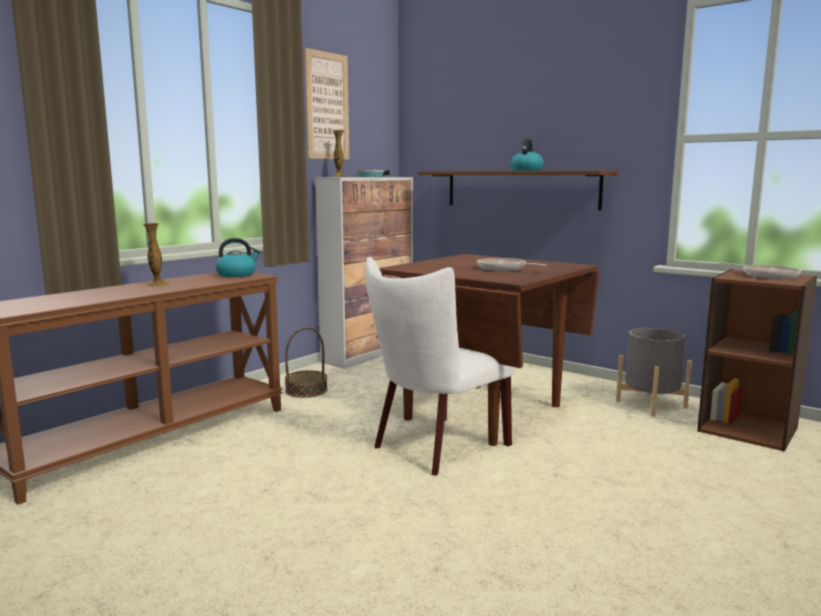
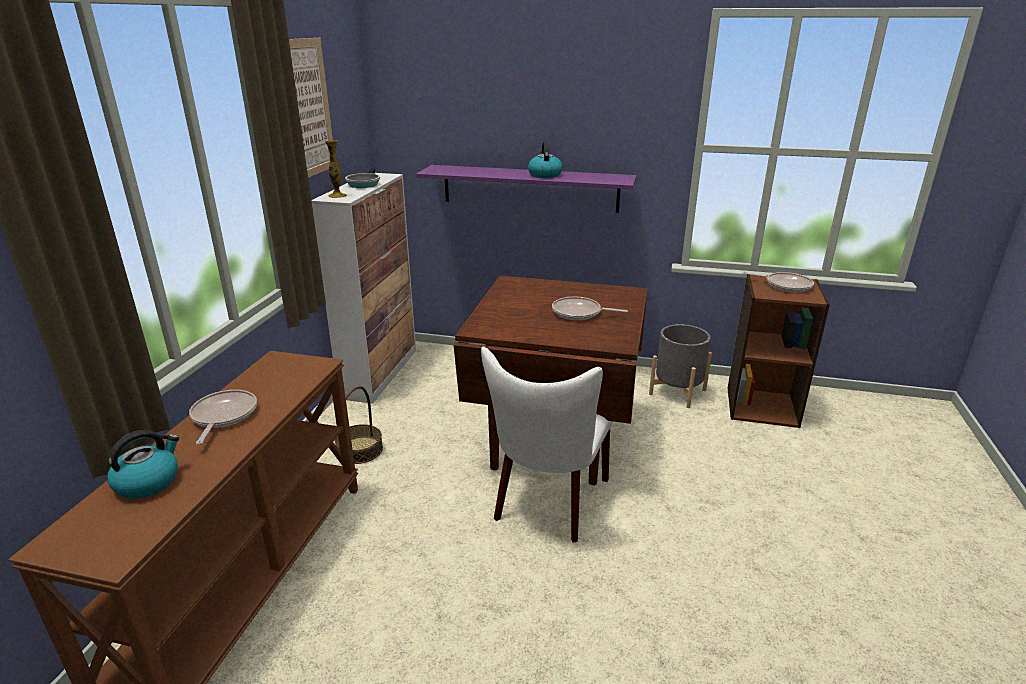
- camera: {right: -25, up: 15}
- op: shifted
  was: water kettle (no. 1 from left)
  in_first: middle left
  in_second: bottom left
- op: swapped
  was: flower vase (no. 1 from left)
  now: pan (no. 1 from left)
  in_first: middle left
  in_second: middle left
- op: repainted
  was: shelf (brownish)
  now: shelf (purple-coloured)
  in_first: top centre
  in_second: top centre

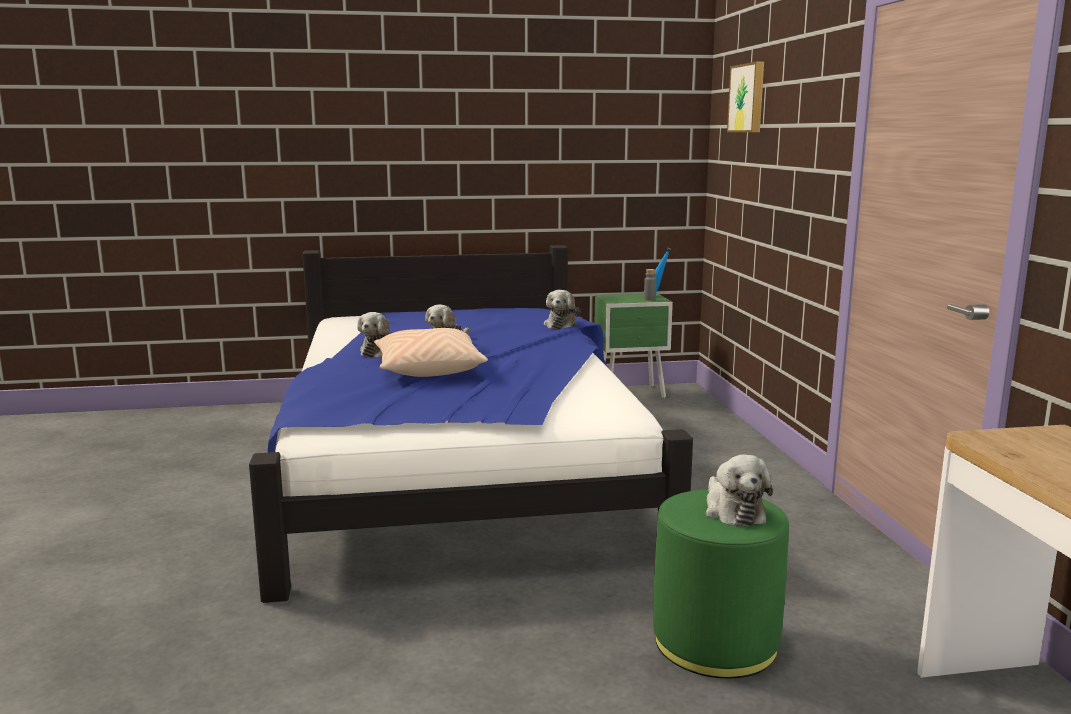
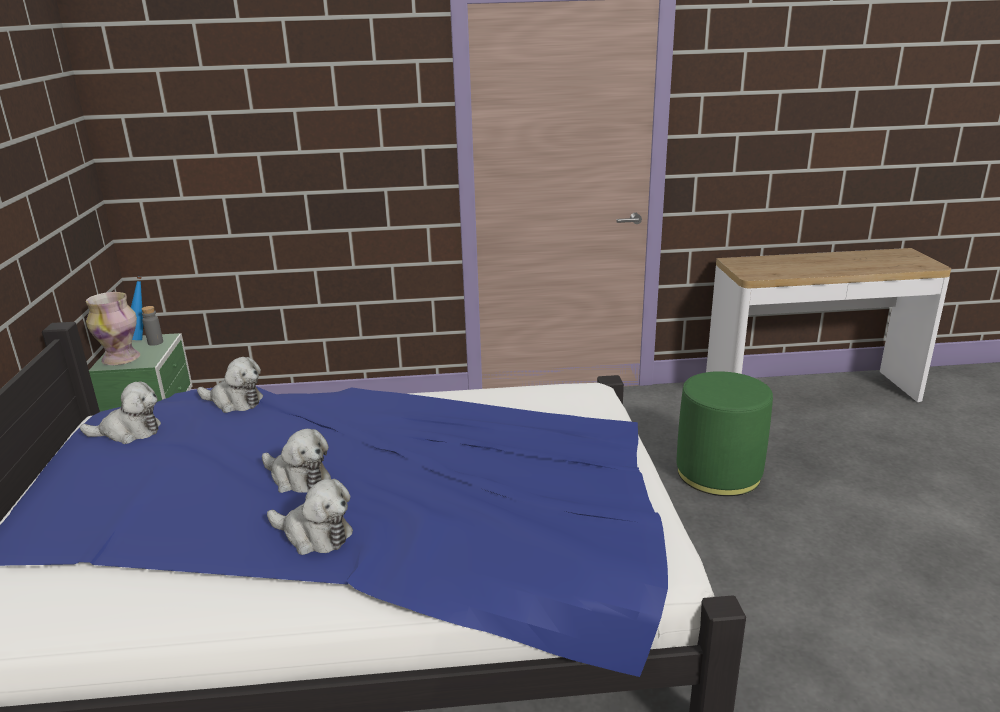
- camera: {right: -85, up: 10}
- op: gone
  was: cushion (sand-coloured)
  in_first: centre
- op: gone
  was: wall art
  in_first: top right
- op: new
  now: flower vase
  in_second: middle left
- op: shifted
  was: cuddly toy (no. 4 from left in the first image)
  now: cuddly toy (no. 1 from left)
  in_first: bottom right
  in_second: middle left

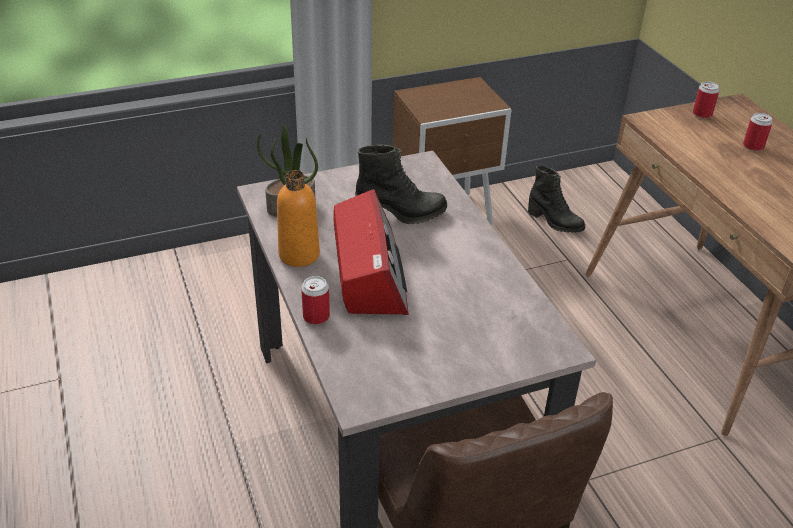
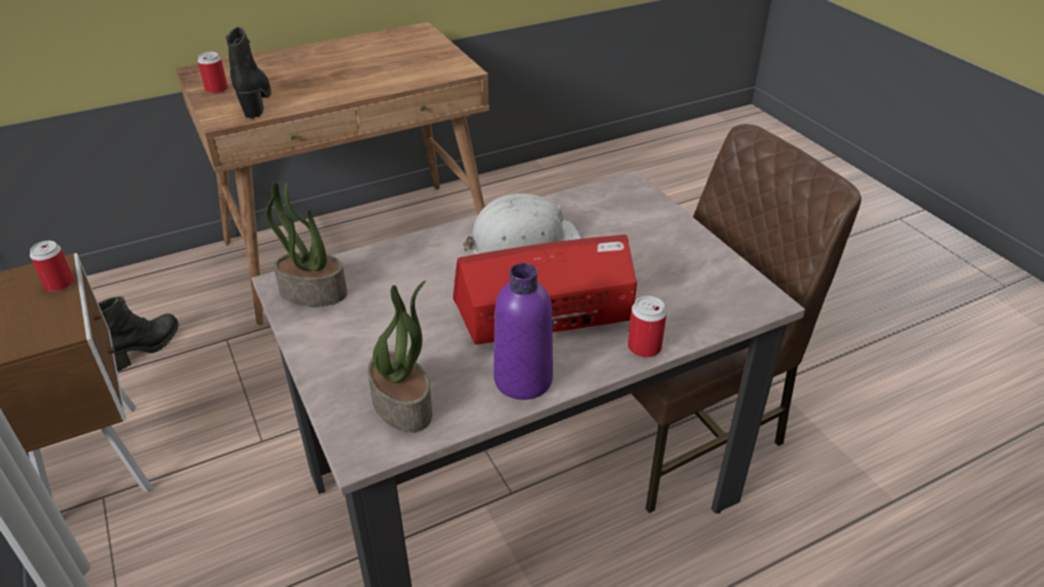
- camera: {right: -95, up: 0}
- op: new
  now: potted plant (no. 1 from left)
  in_second: middle left
- op: new
  now: hard hat (white)
  in_second: centre
- op: shifted
  was: boot (blackish) (no. 1 from left in the first image)
  now: boot (blackish) (no. 2 from left)
  in_first: centre
  in_second: top left
- op: shifted
  was: sealed can (no. 3 from left in the first image)
  now: sealed can (no. 1 from left)
  in_first: top right
  in_second: middle left
- op: repainted
  was: bottle (orangey)
  now: bottle (purple-coloured)
  in_first: centre
  in_second: centre

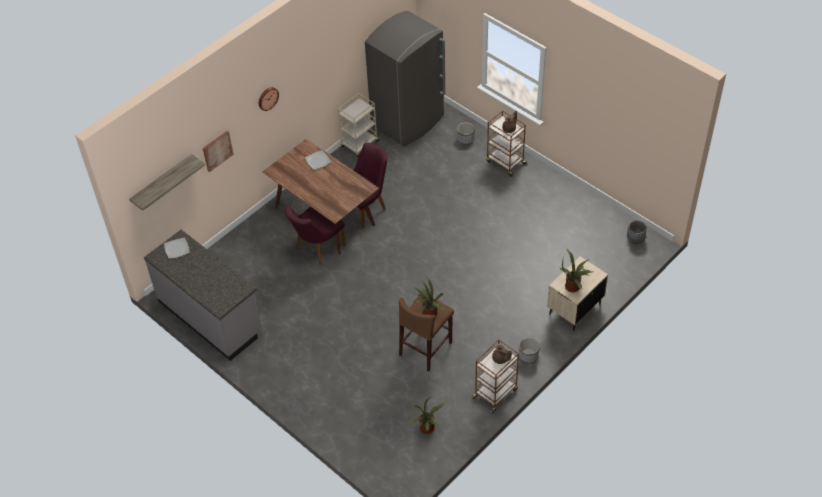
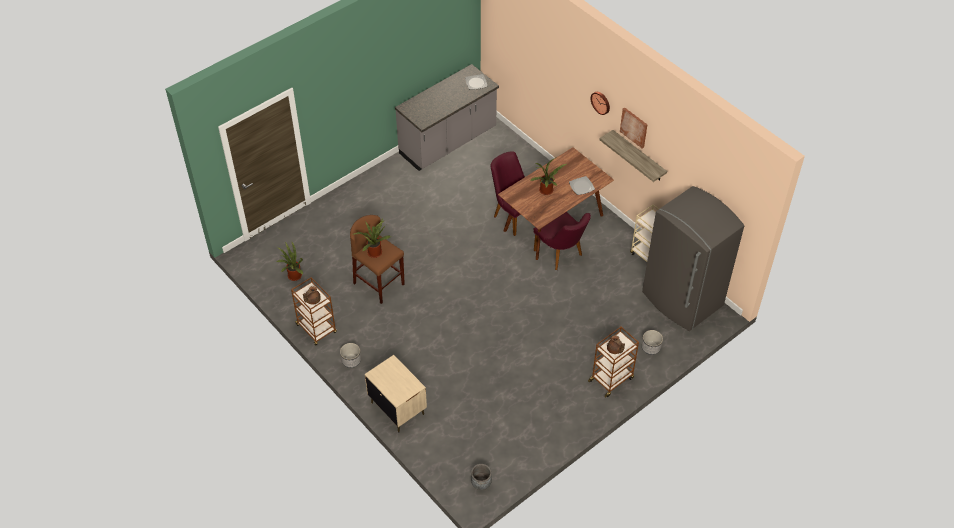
- camera: {right: 95, up: 0}
- op: shifted
  was: shelf
  in_first: middle left
  in_second: top centre
- op: shifted
  was: wall art
  in_first: top left
  in_second: top centre
- op: shifted
  was: potted plant (no. 3 from left)
  in_first: middle right
  in_second: centre

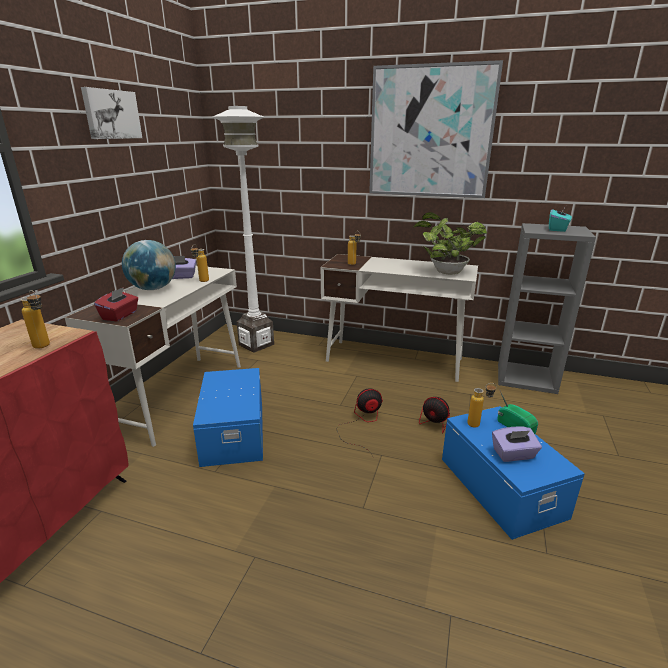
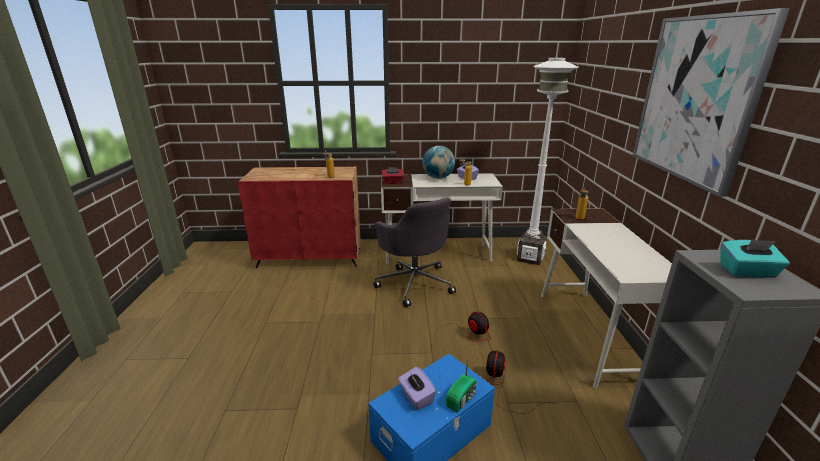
- camera: {right: 70, up: 0}
- op: gone
  was: wall art (no. 1 from left)
  in_first: top left
- op: gone
  was: potted plant
  in_first: middle right
- op: gone
  was: bottle (no. 4 from left)
  in_first: middle right
- op: swapped
  was: storage bin (blue) (no. 1 from left)
  now: computer chair (grey)
  in_first: centre
  in_second: centre

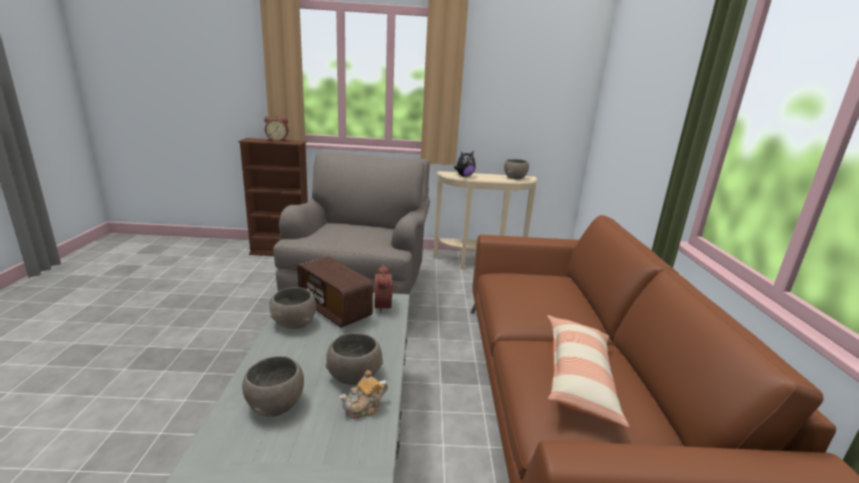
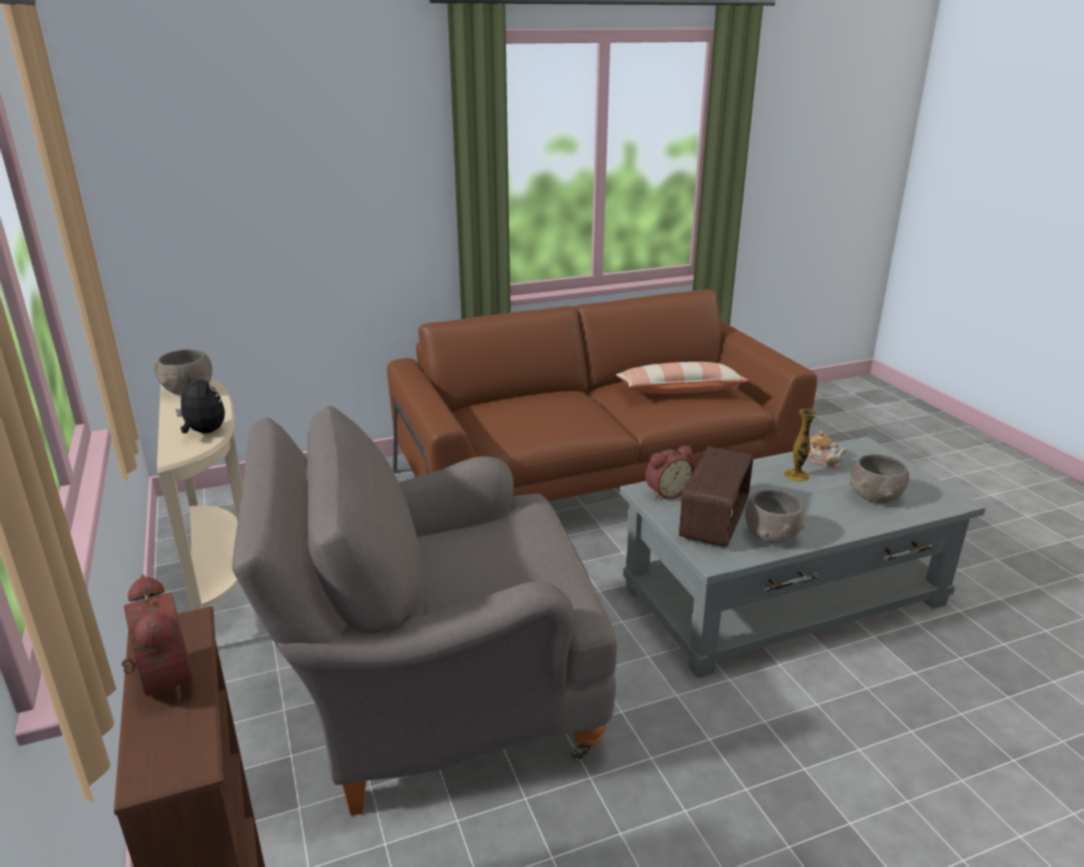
- camera: {right: -110, up: 5}
- op: swapped
  was: bowl (grey) (no. 3 from left)
  now: flower vase
  in_first: bottom centre
  in_second: middle right

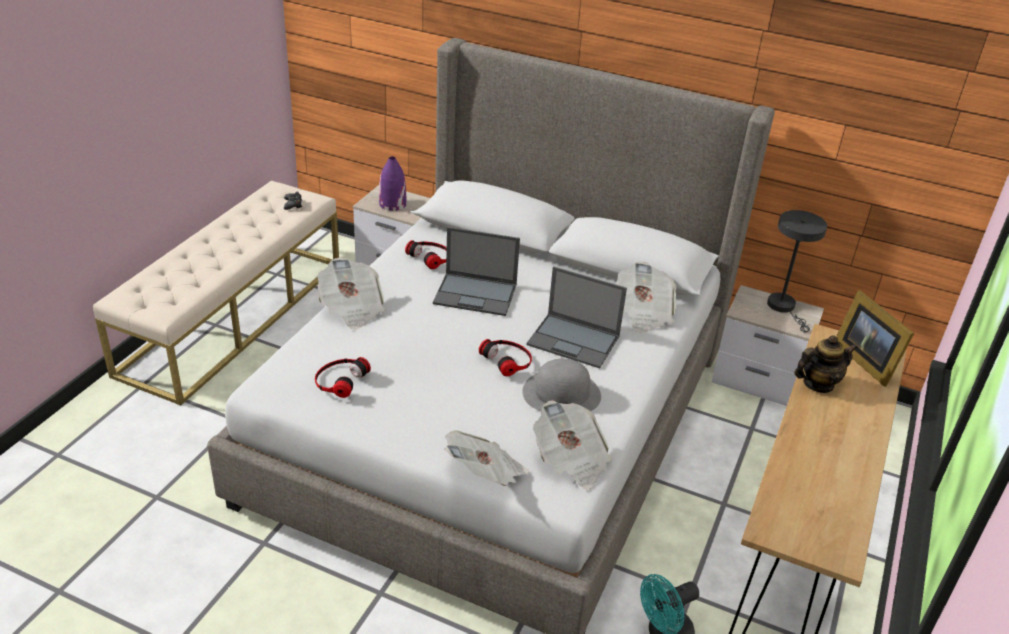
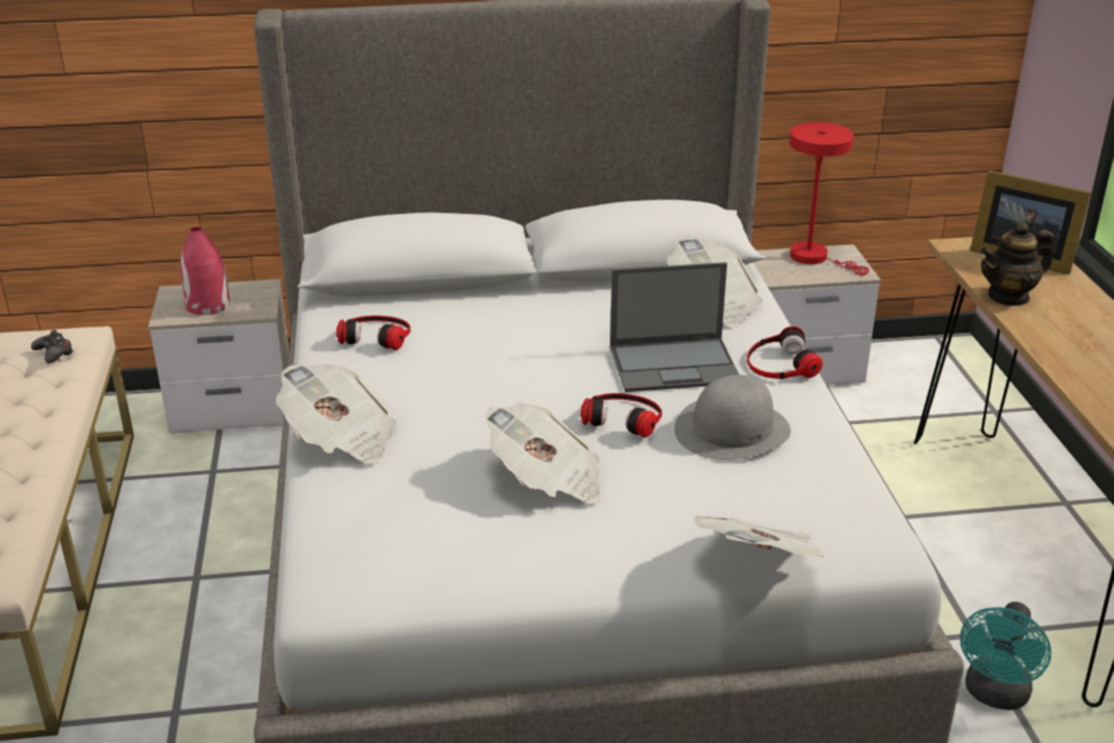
- camera: {right: -30, up: -5}
- op: gone
  was: notebook computer (no. 1 from left)
  in_first: centre
- op: shifted
  was: headphones (no. 1 from left in the first image)
  now: headphones (no. 3 from left)
  in_first: centre
  in_second: middle right
- op: shifted
  was: newspaper (no. 3 from left in the first image)
  now: newspaper (no. 2 from left)
  in_first: bottom centre
  in_second: centre
- op: repainted
  was: flower vase (purple-coloured)
  now: flower vase (red)
  in_first: top centre
  in_second: middle left
- op: repainted
  was: tabletop lamp (grey)
  now: tabletop lamp (red)
  in_first: middle right
  in_second: top right
- op: rotated
  was: pot for tea
  in_first: middle right
  in_second: middle right
  clockwise: -150

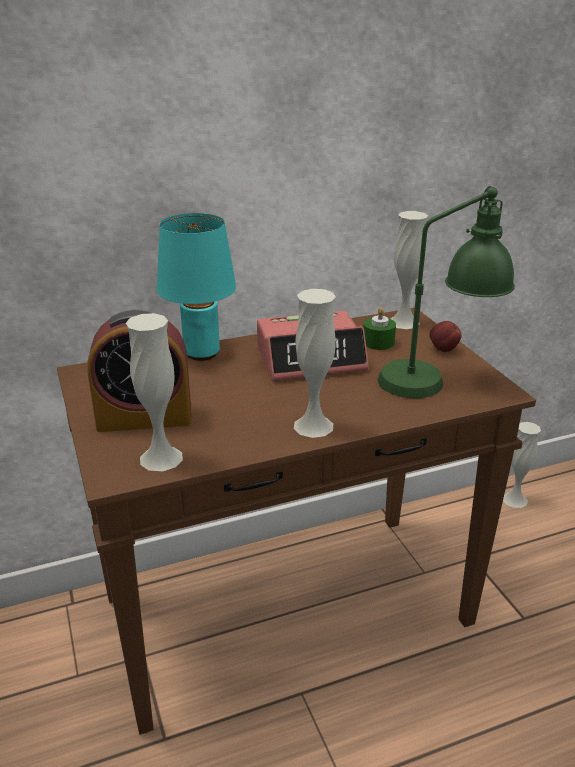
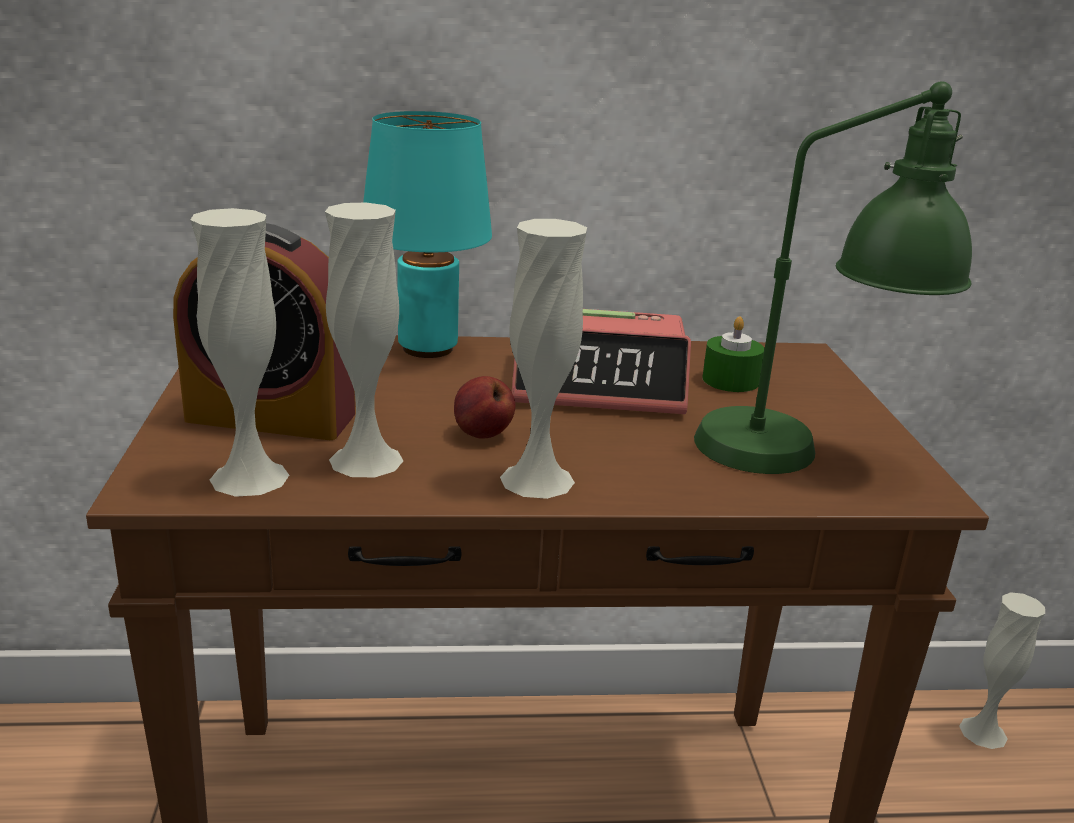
- camera: {right: 15, up: -5}
- op: shifted
  was: flower vase (white) (no. 3 from left in the first image)
  now: flower vase (white) (no. 2 from left)
  in_first: middle right
  in_second: centre
- op: shifted
  was: apple
  in_first: middle right
  in_second: centre

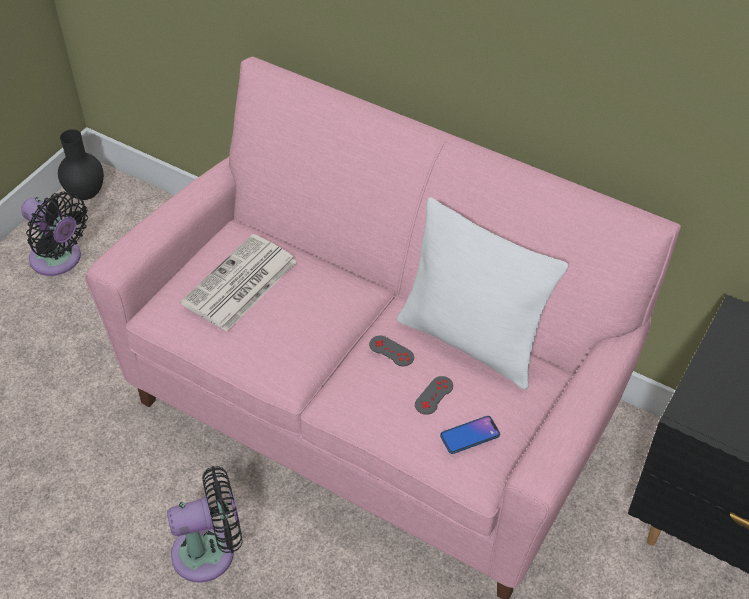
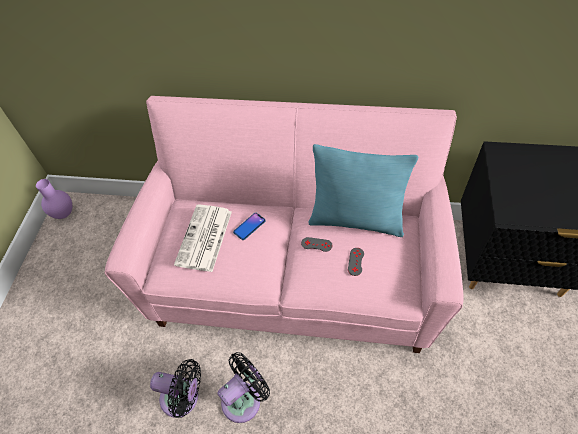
- camera: {right: -20, up: 5}
- op: shifted
  was: cooling fan (blackish) (no. 1 from left)
  in_first: middle left
  in_second: bottom left
- op: shifted
  was: telephone
  in_first: bottom centre
  in_second: centre
- op: repainted
  was: flower vase (blackish)
  now: flower vase (purple-coloured)
  in_first: top left
  in_second: middle left
- op: repainted
  was: cushion (white)
  now: cushion (turquoise)
  in_first: centre
  in_second: centre

